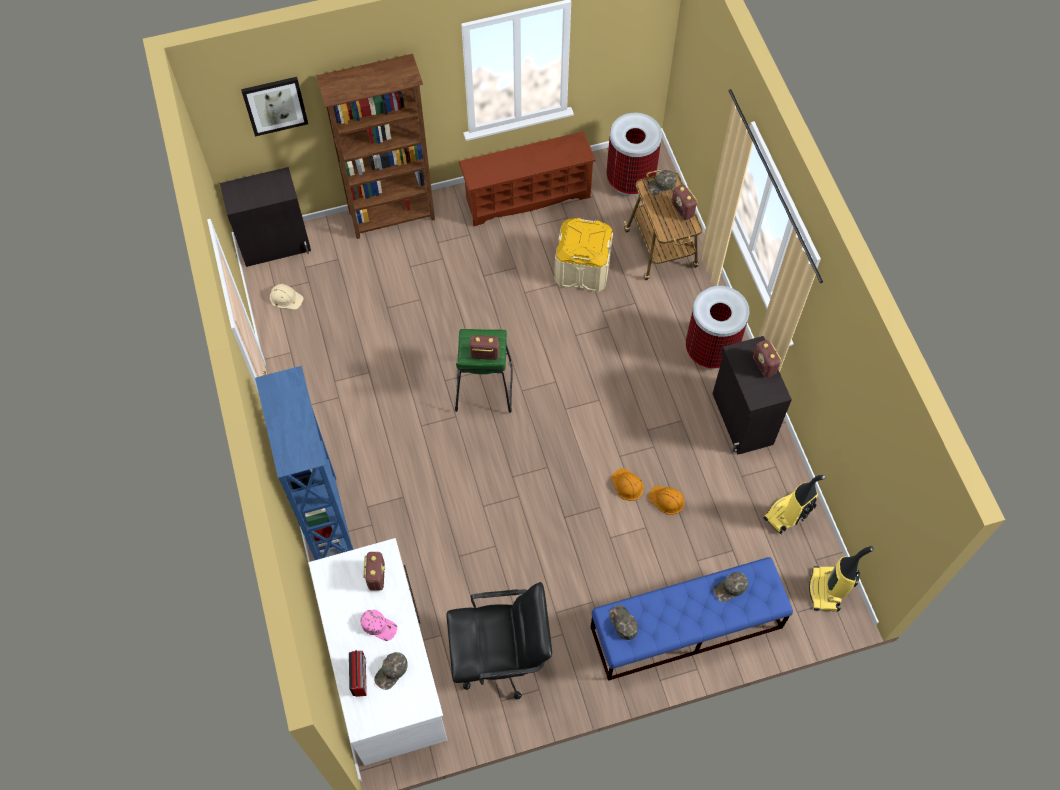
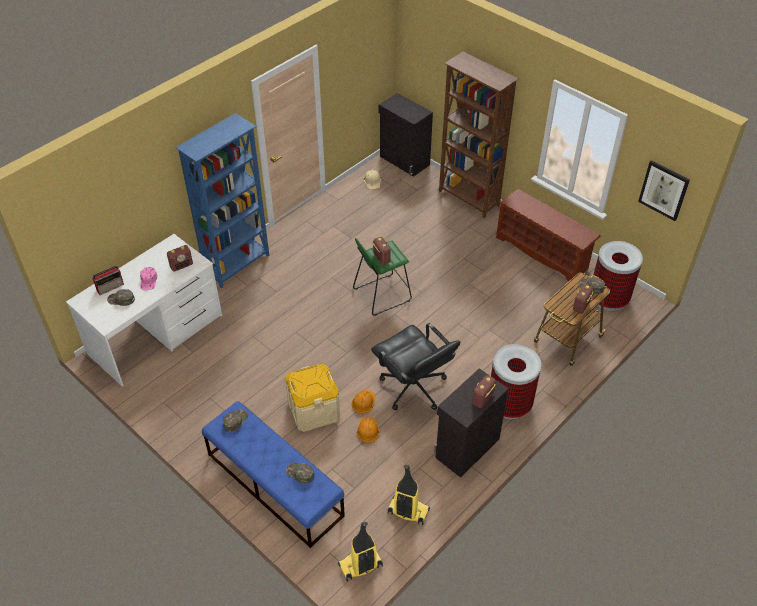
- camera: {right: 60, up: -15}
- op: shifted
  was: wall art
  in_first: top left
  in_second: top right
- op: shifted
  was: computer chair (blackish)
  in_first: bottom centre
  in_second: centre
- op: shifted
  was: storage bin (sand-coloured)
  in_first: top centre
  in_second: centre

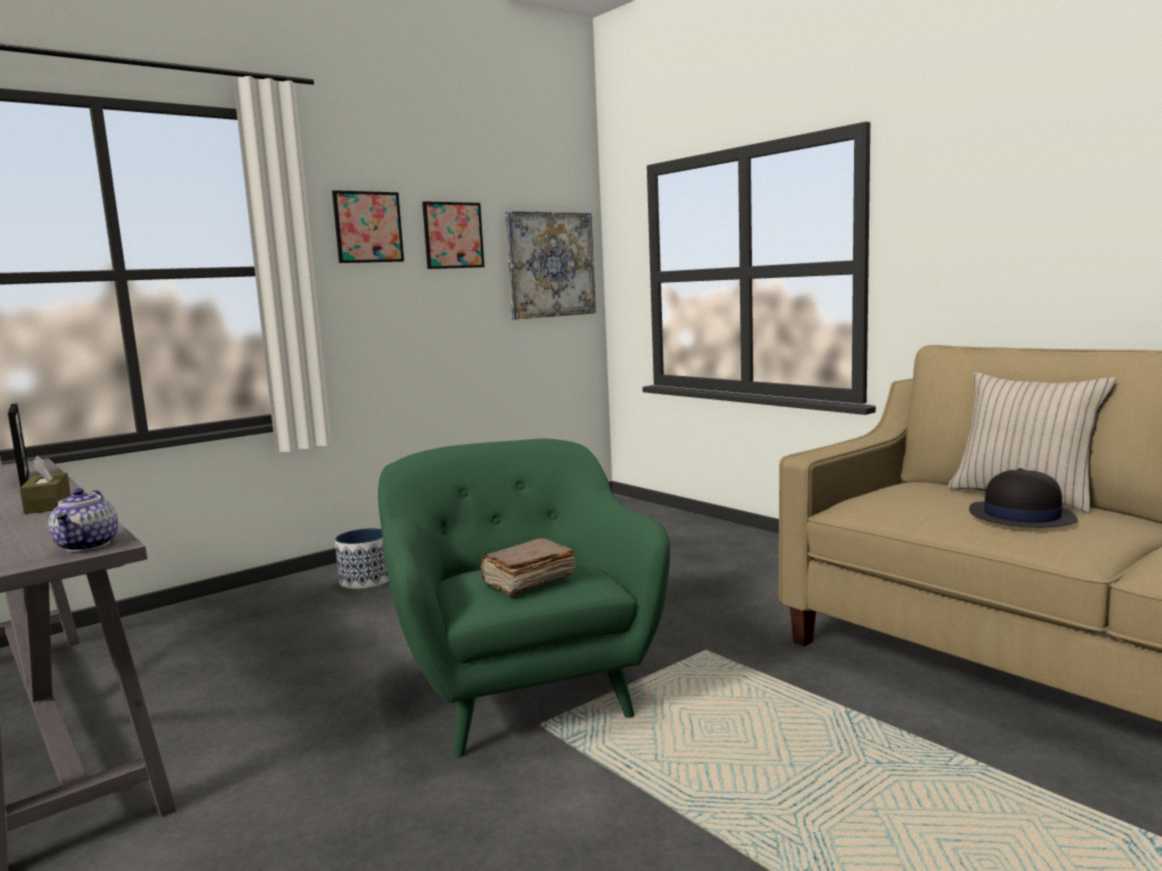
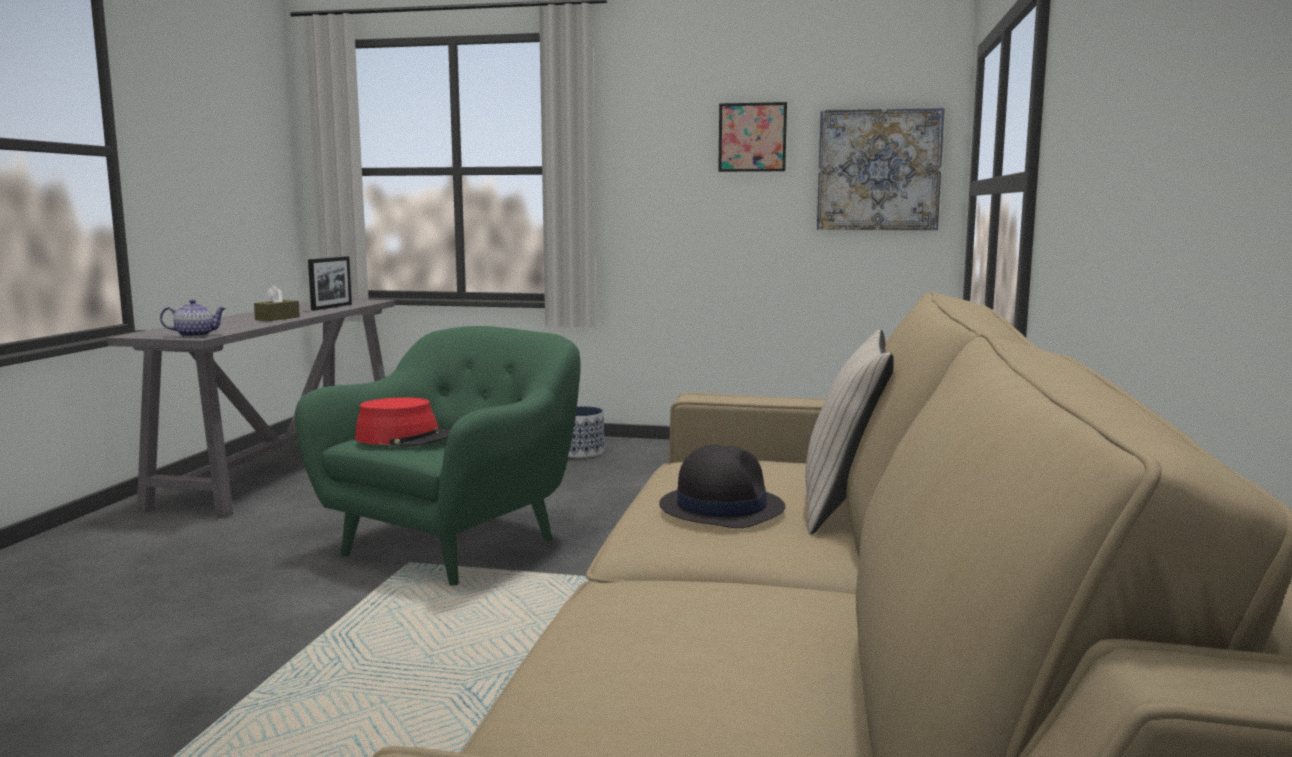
- camera: {right: 50, up: 0}
- op: gone
  was: wall art (no. 1 from left)
  in_first: top left
- op: swapped
  was: bound book (brownish)
  now: hat (red)
  in_first: centre
  in_second: middle left
- op: rotated
  was: pot for tea
  in_first: middle left
  in_second: middle left
  clockwise: -150

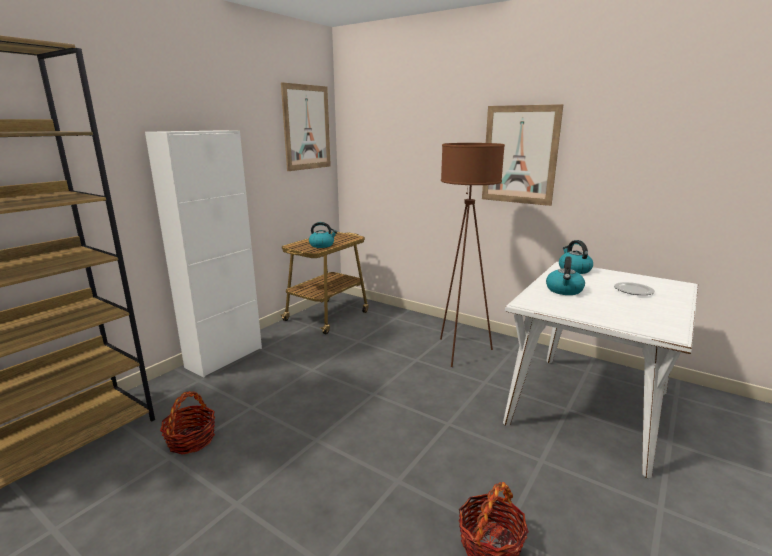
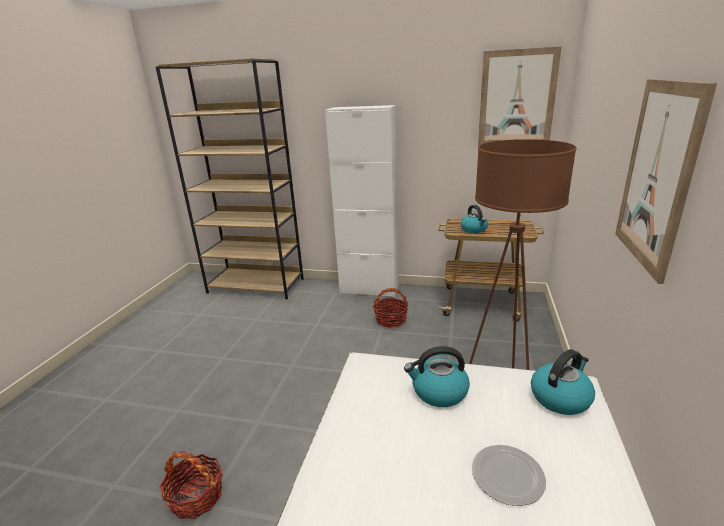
- camera: {right: 70, up: 5}
- op: shifted
  was: household basket (no. 1 from left in the first image)
  now: household basket (no. 2 from left)
  in_first: bottom left
  in_second: centre

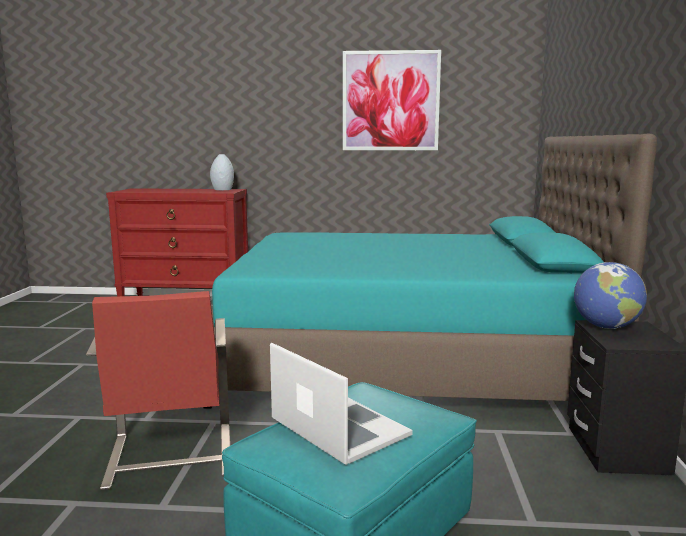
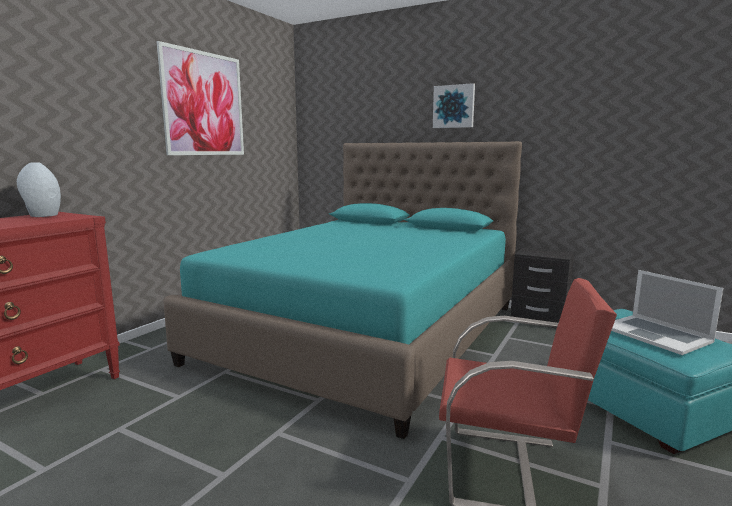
- camera: {right: -65, up: 0}
- op: gone
  was: world globe
  in_first: middle right
- op: new
  now: wall art (no. 2 from left)
  in_second: top centre
- op: rotated
  was: notebook computer
  in_first: bottom centre
  in_second: middle right
  clockwise: -105

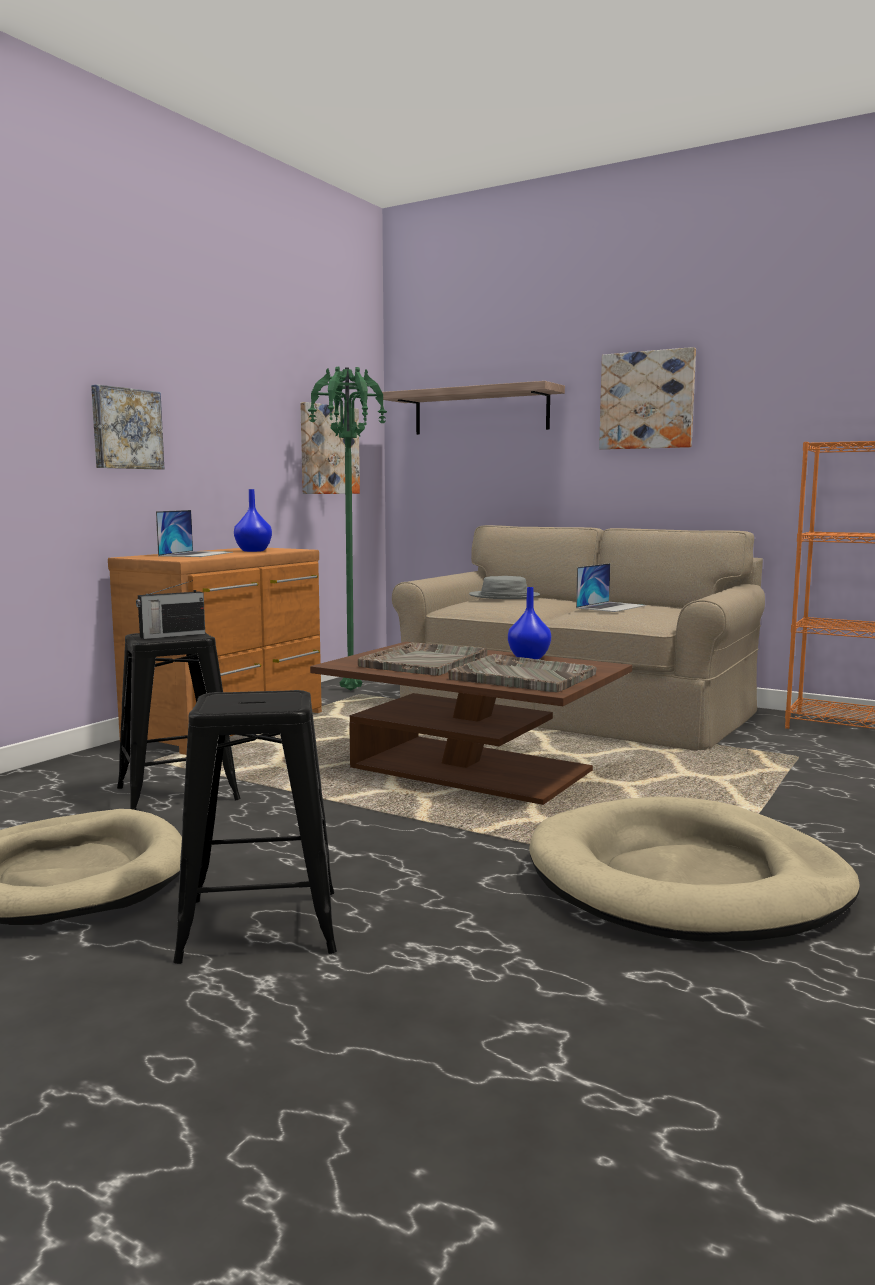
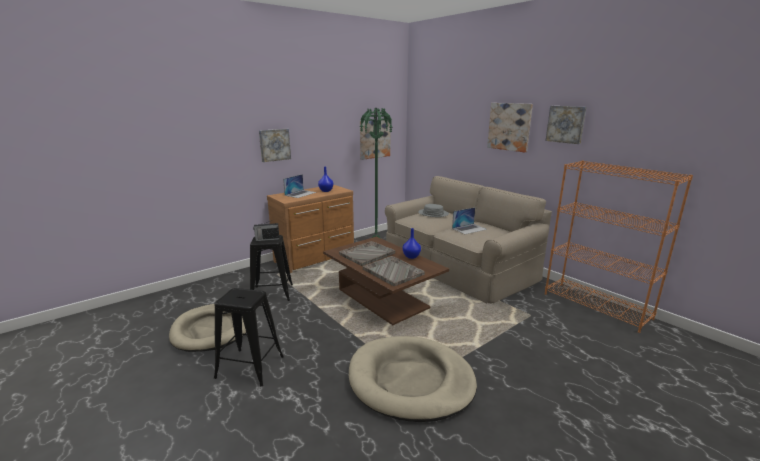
- camera: {right: 20, up: 10}
- op: gone
  was: shelf
  in_first: top centre
- op: new
  now: wall art (no. 4 from left)
  in_second: top right

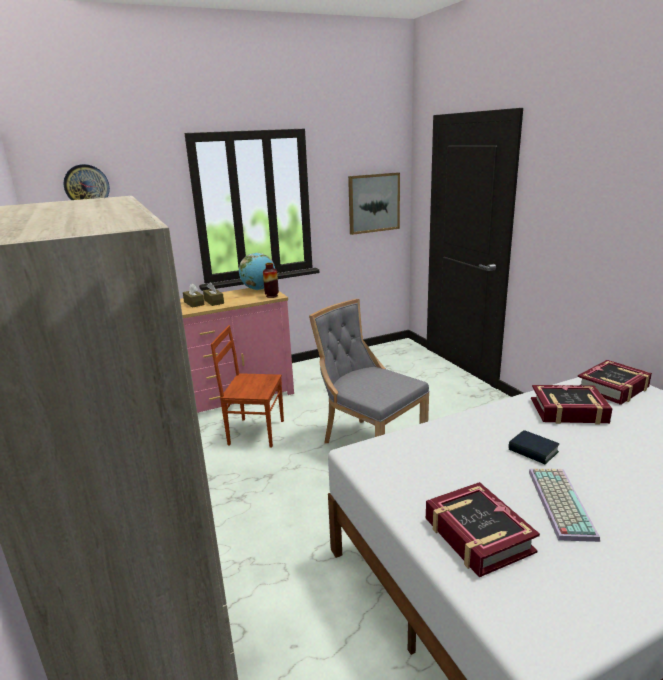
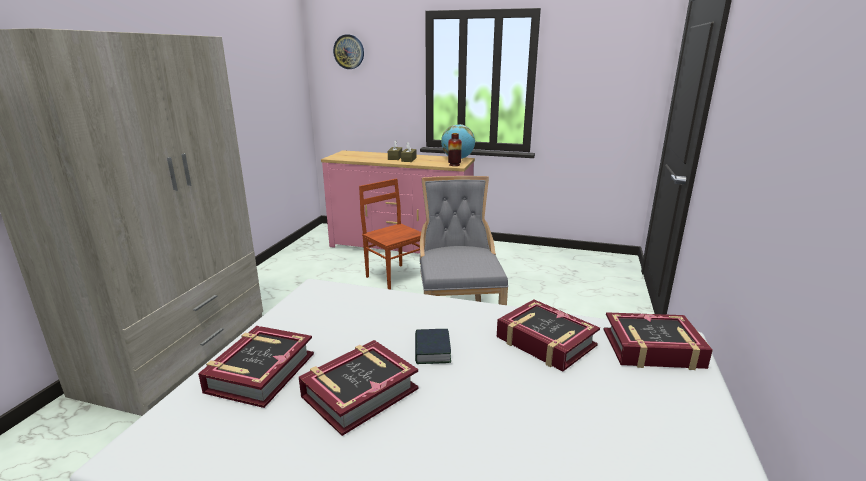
- camera: {right: 40, up: 0}
- op: gone
  was: wall art
  in_first: top centre
- op: swapped
  was: computer keyboard
  now: bound book (no. 2 from left)
  in_first: bottom right
  in_second: bottom centre

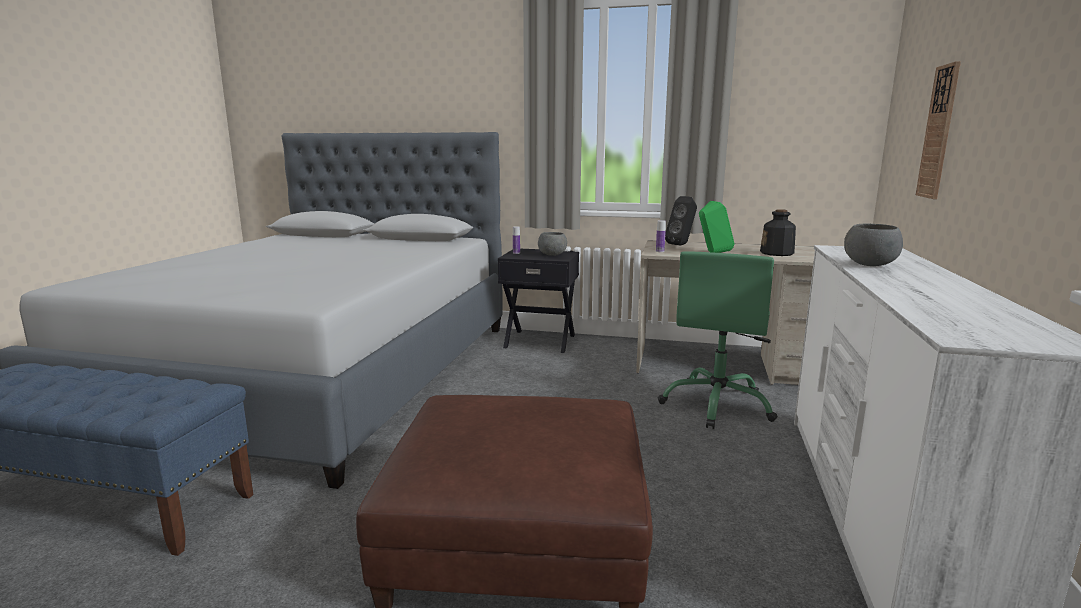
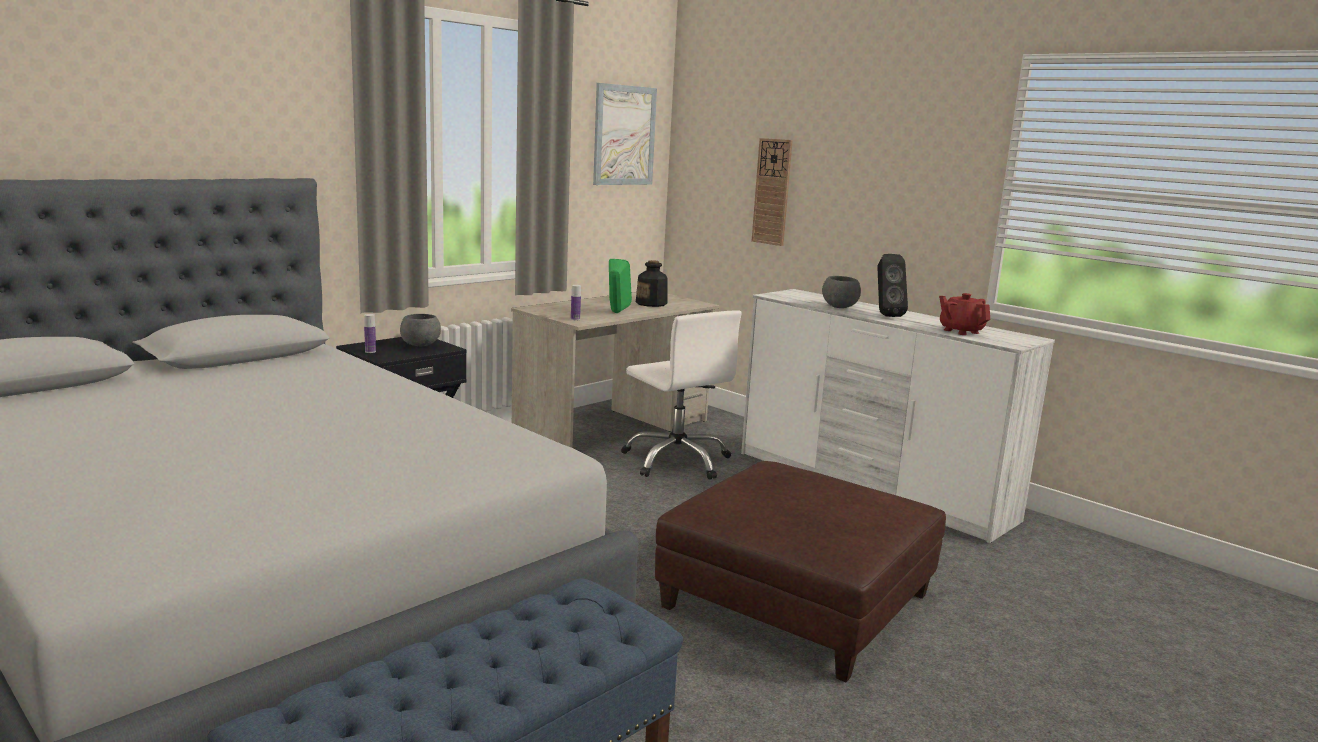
- camera: {right: -60, up: 0}
- op: new
  now: wall art
  in_second: top centre
- op: new
  now: pot for tea (red)
  in_second: middle right
- op: shifted
  was: audio speaker (blackish)
  in_first: centre
  in_second: middle right
- op: repainted
  was: computer chair (green)
  now: computer chair (white)
  in_first: centre
  in_second: centre

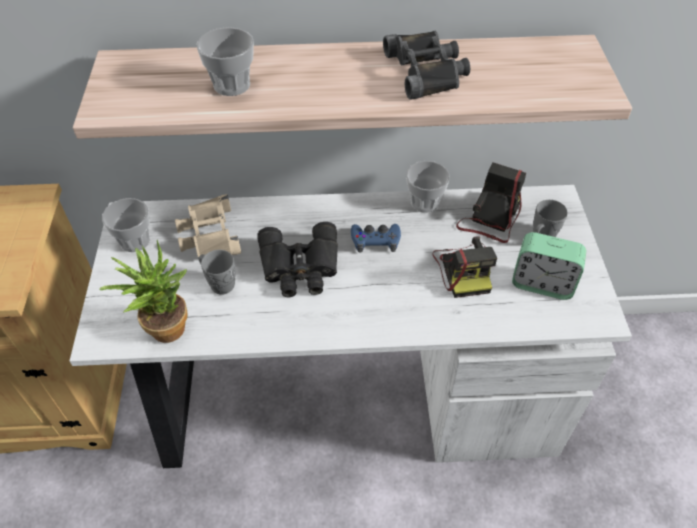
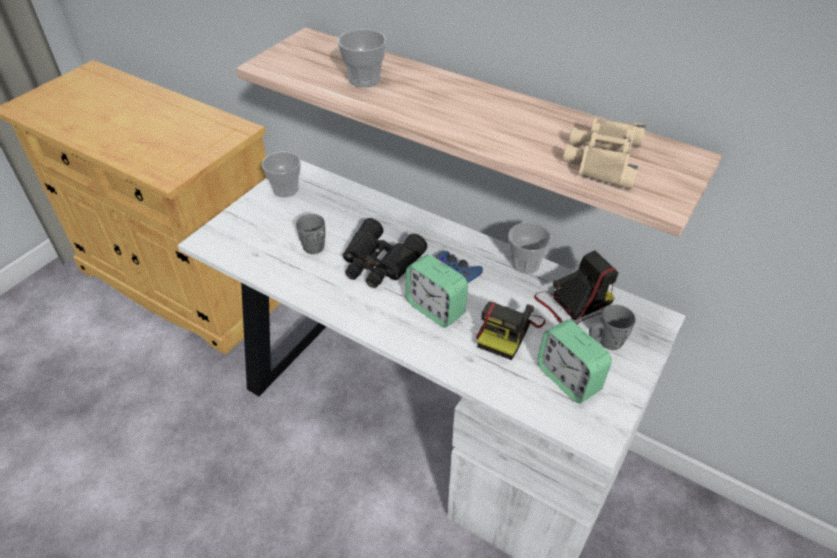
- camera: {right: 35, up: -5}
- op: gone
  was: potted plant
  in_first: middle left
- op: gone
  was: binoculars (blackish) (no. 2 from left)
  in_first: top centre
- op: new
  now: alarm clock (no. 1 from left)
  in_second: centre
- op: shifted
  was: binoculars (sand-coloured)
  in_first: middle left
  in_second: top right

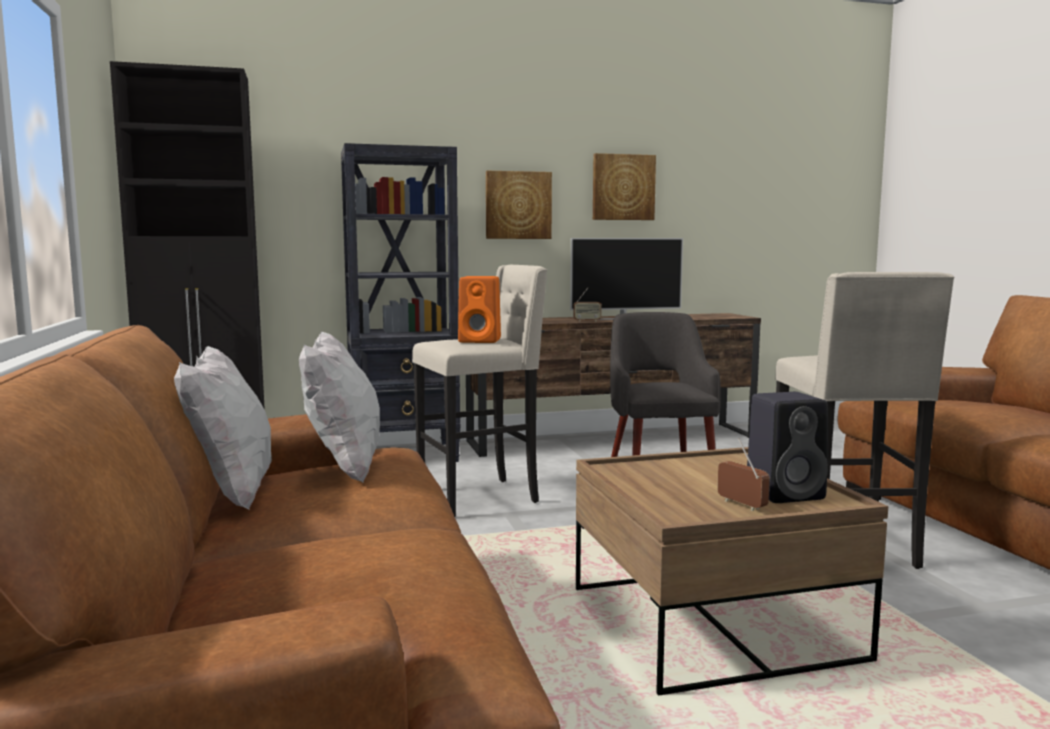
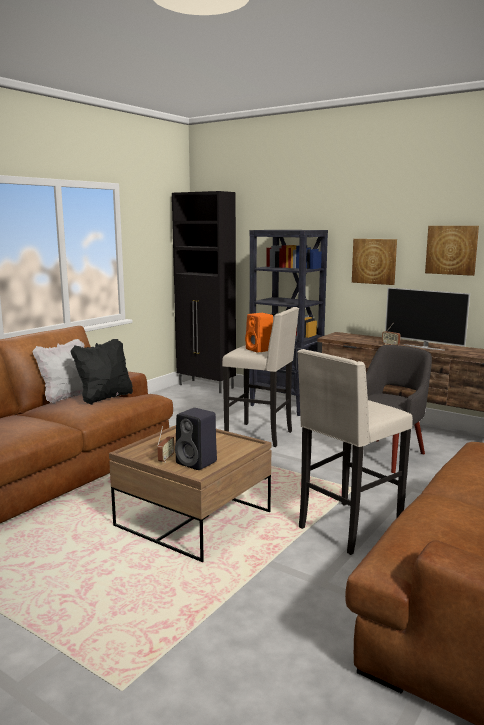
- camera: {right: 50, up: 5}
- op: repainted
  was: cushion (white) (no. 2 from left)
  now: cushion (blackish)
  in_first: middle left
  in_second: middle left

